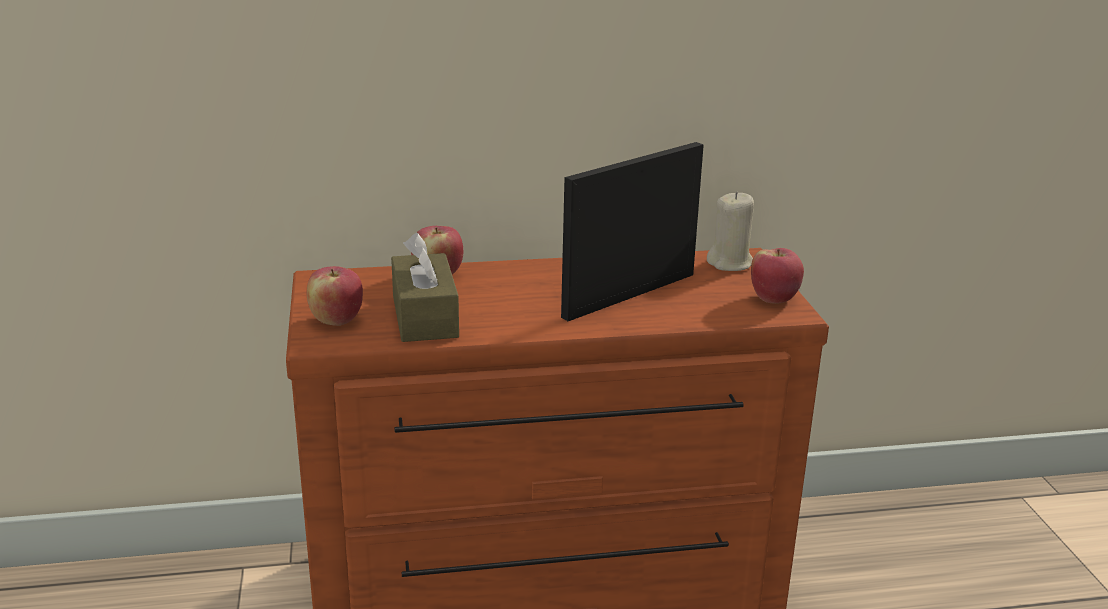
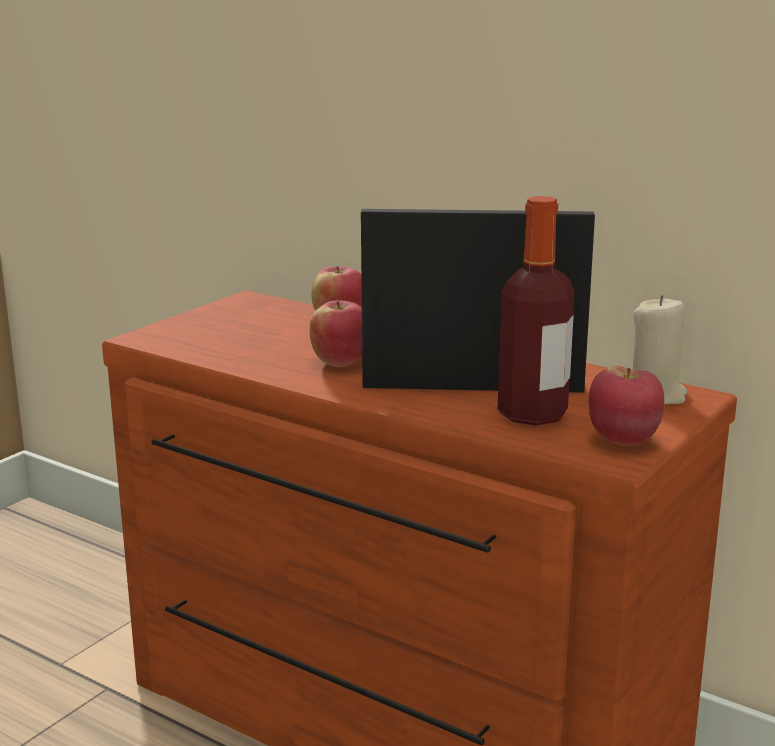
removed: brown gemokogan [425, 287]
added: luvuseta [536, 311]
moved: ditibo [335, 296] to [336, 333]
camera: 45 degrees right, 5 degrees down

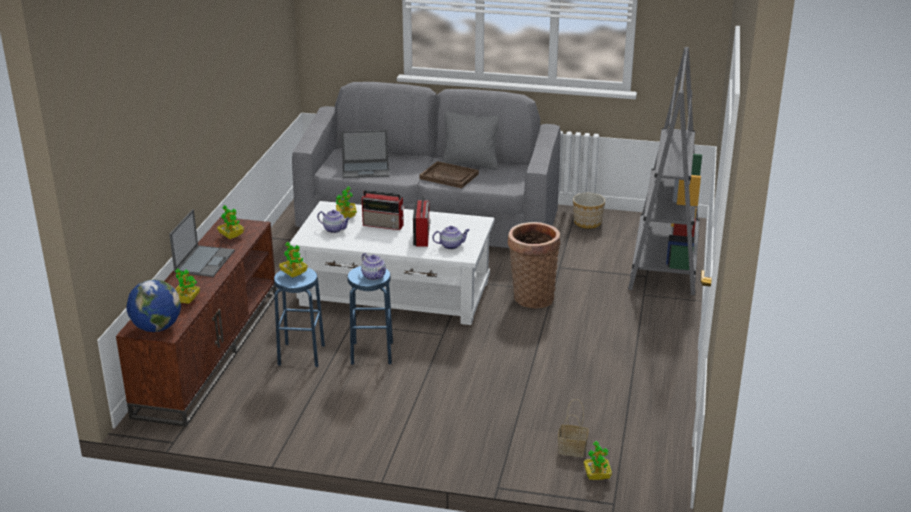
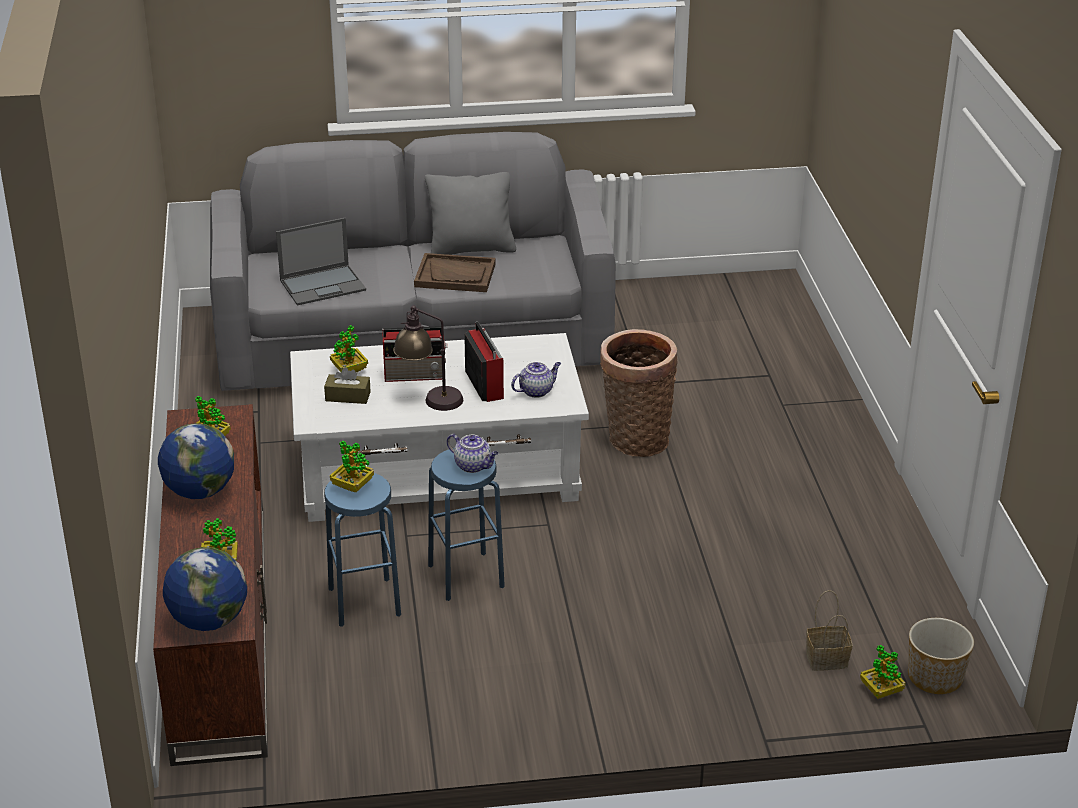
removed: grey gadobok [665, 171]
added: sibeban [428, 358]
moved: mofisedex [589, 211] to [941, 656]
replaced: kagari [202, 243] to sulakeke [196, 461]; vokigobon [333, 221] to brown gemokogan [347, 385]
camera: 20 degrees left, 5 degrees up

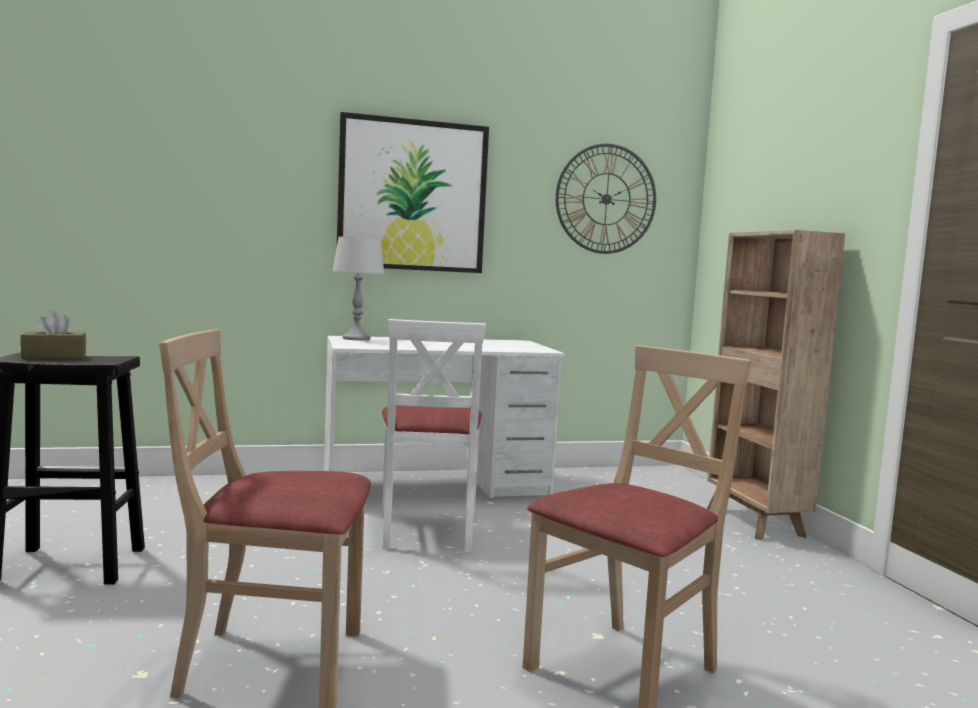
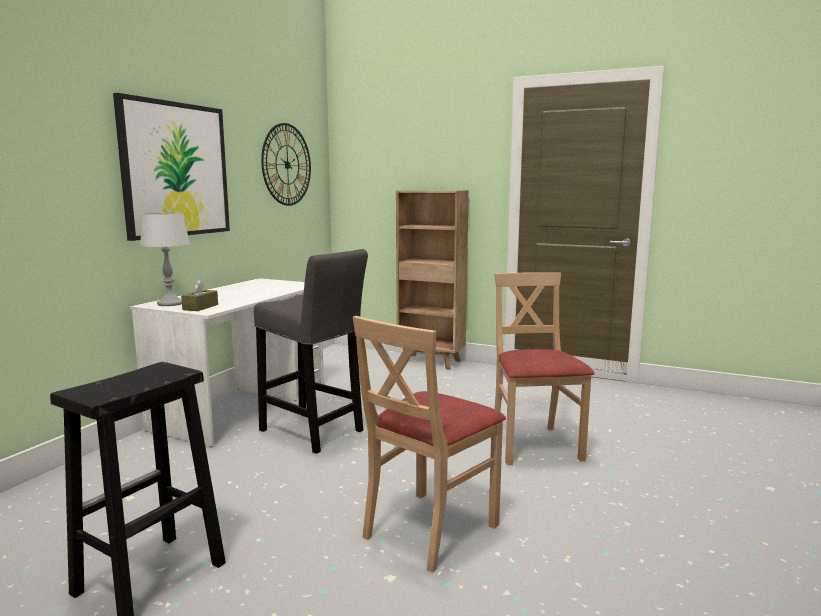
moved: brown gemokogan [53, 334] to [199, 295]
replaced: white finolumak [434, 435] to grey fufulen [311, 351]
camera: 50 degrees left, 5 degrees up

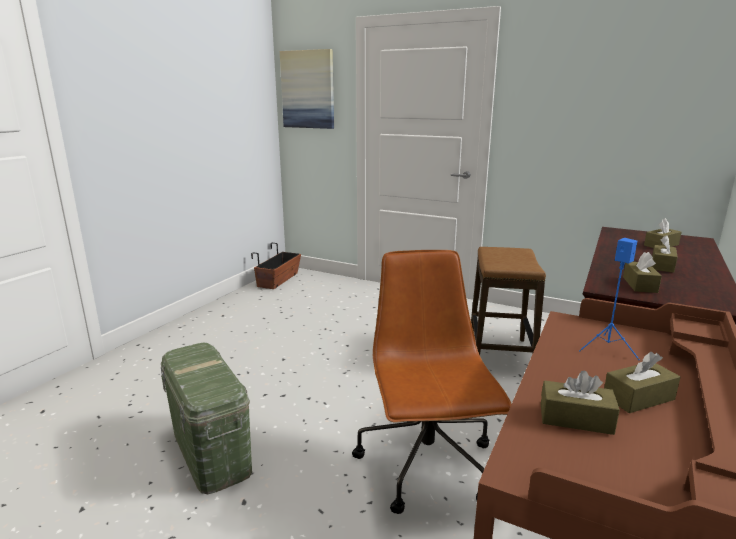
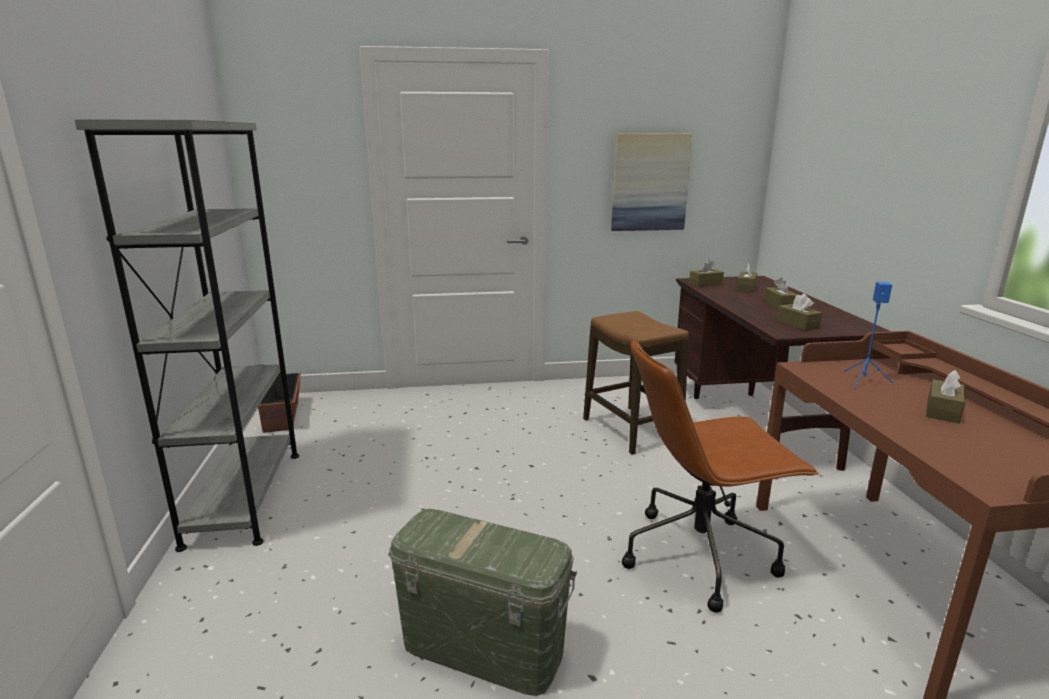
added: grey gadobok [187, 335]
moved: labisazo [307, 89] to [651, 182]; brown gemokogan [580, 402] to [706, 273]
turned: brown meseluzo [432, 382] = [720, 476] 60 degrees counterclockwise
camera: 35 degrees left, 0 degrees up

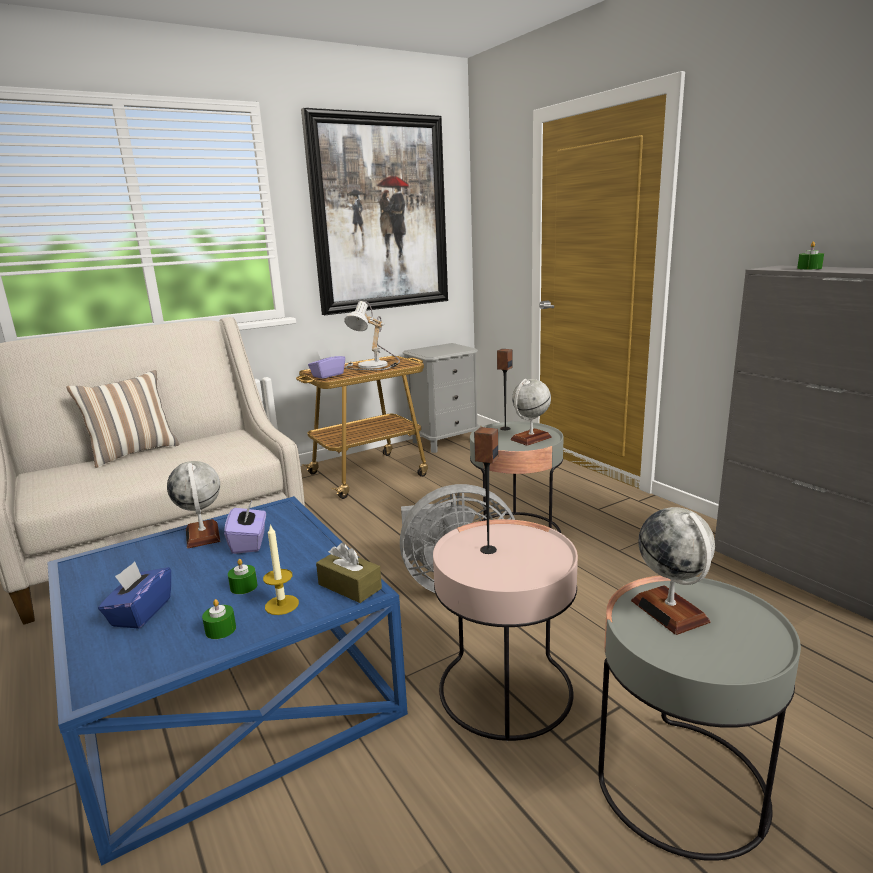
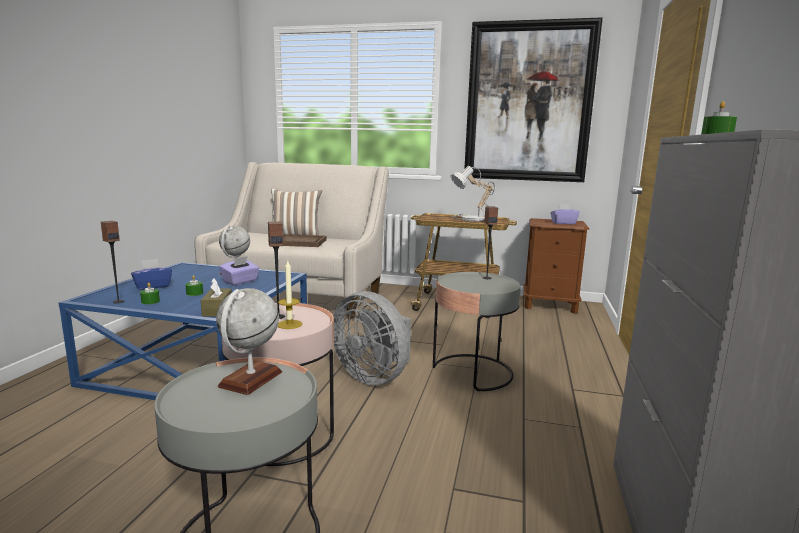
removed: sulakeke [531, 412]
added: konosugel [112, 262]; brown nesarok [305, 240]
moved: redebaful [281, 569] to [290, 295]; purple gemokogan [326, 364] to [565, 214]
recoloured: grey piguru [441, 398] to brown piguru [556, 266]
camera: 45 degrees right, 5 degrees down

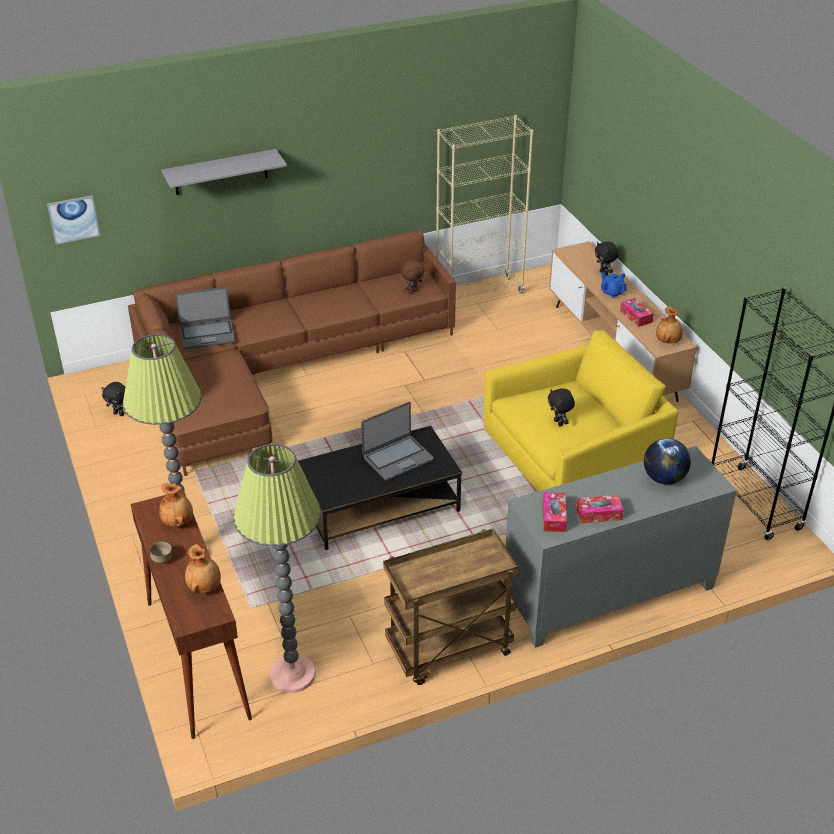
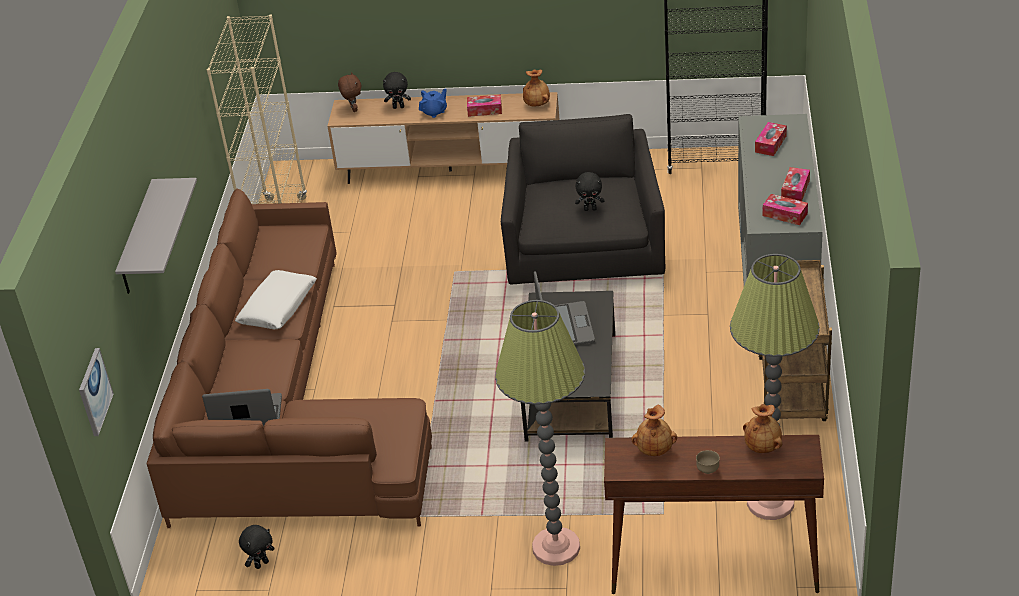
added: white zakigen [276, 299]
moved: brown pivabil [413, 277] to [349, 92]
replaced: sulakeke [667, 461] to gemokogan [771, 139]
recoloured: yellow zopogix [581, 410] to black zopogix [583, 199]
turned: kagari [205, 318] = [242, 407] 105 degrees counterclockwise; blue vokigobon [614, 285] = [433, 103] 150 degrees clockwise
camera: 60 degrees left, 0 degrees up

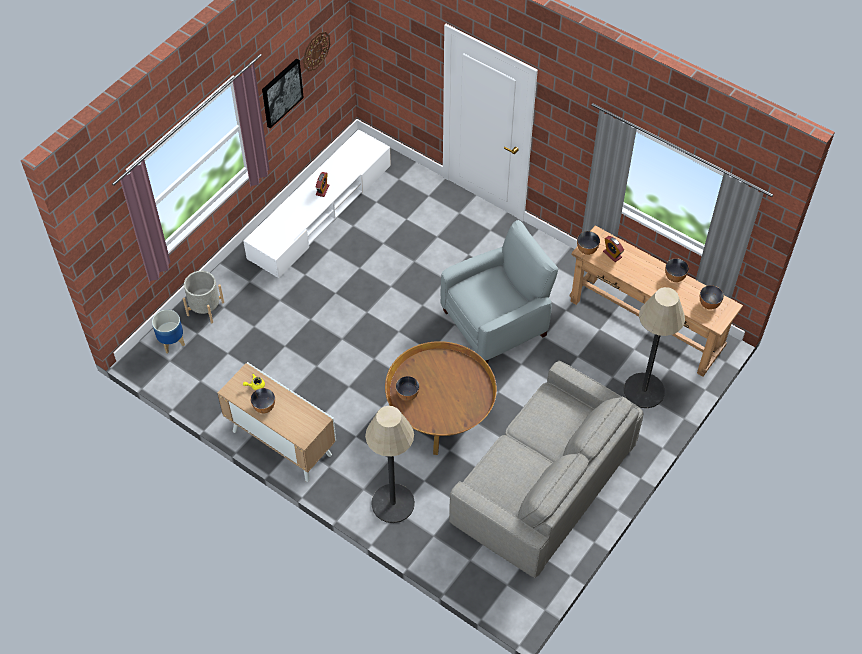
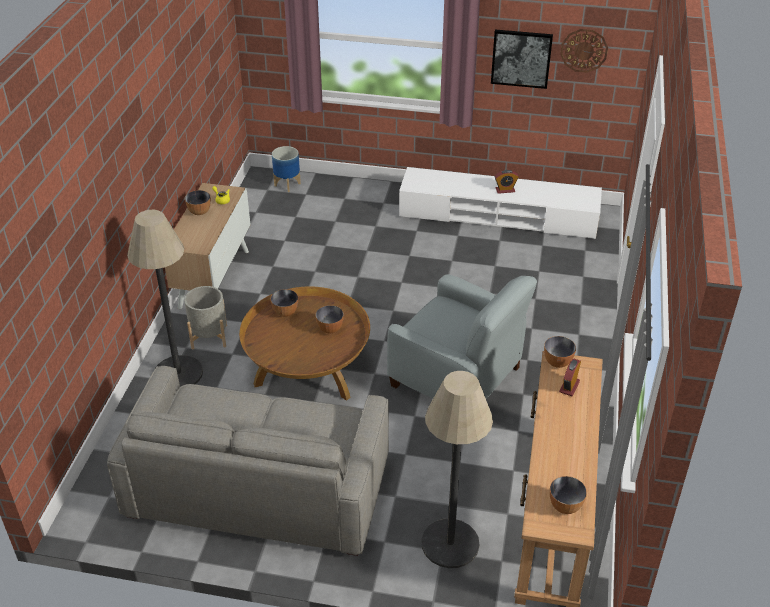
moved: grey mofisedex [203, 297] to [205, 318]; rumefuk [677, 270] to [329, 319]
camera: 65 degrees right, 15 degrees down

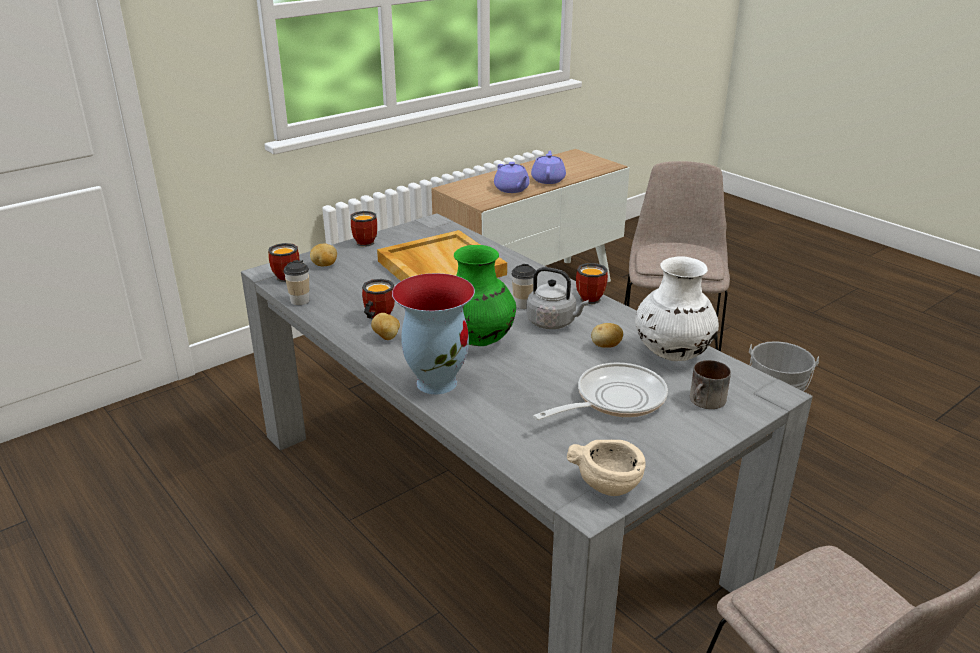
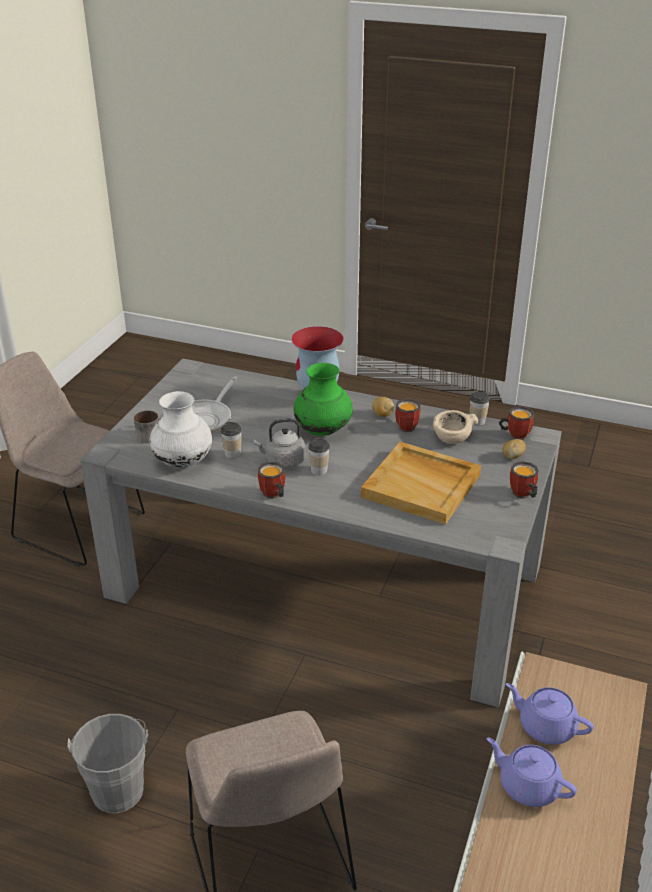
moved: beige rumefuk [606, 468] to [455, 427]
replaced: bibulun [607, 335] to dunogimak [231, 440]
turned: purple vokigobon [548, 167] = [532, 772] 150 degrees clockwise
camera: 150 degrees right, 5 degrees up

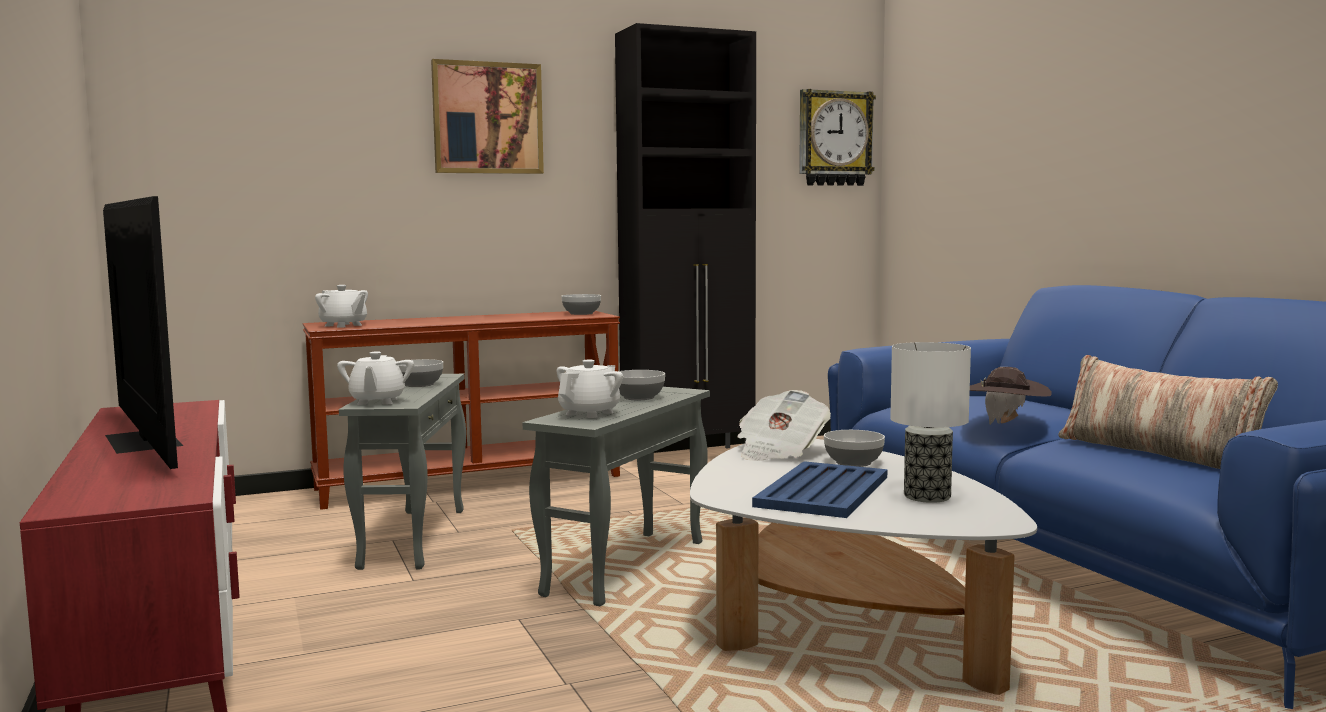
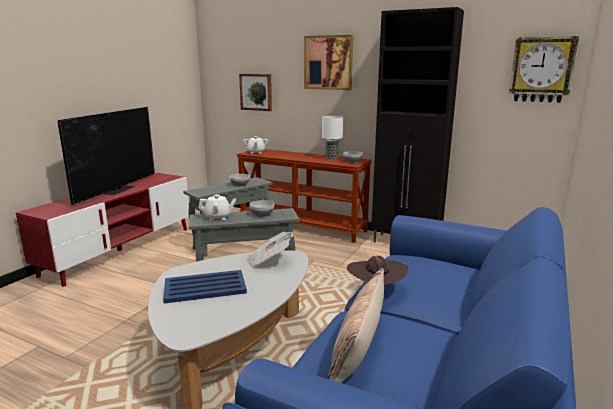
removed: white vokigobon [375, 378]; rumefuk [854, 448]
added: labisazo [255, 92]
moved: sibeban [930, 422] to [332, 138]
camera: 50 degrees right, 10 degrees up

